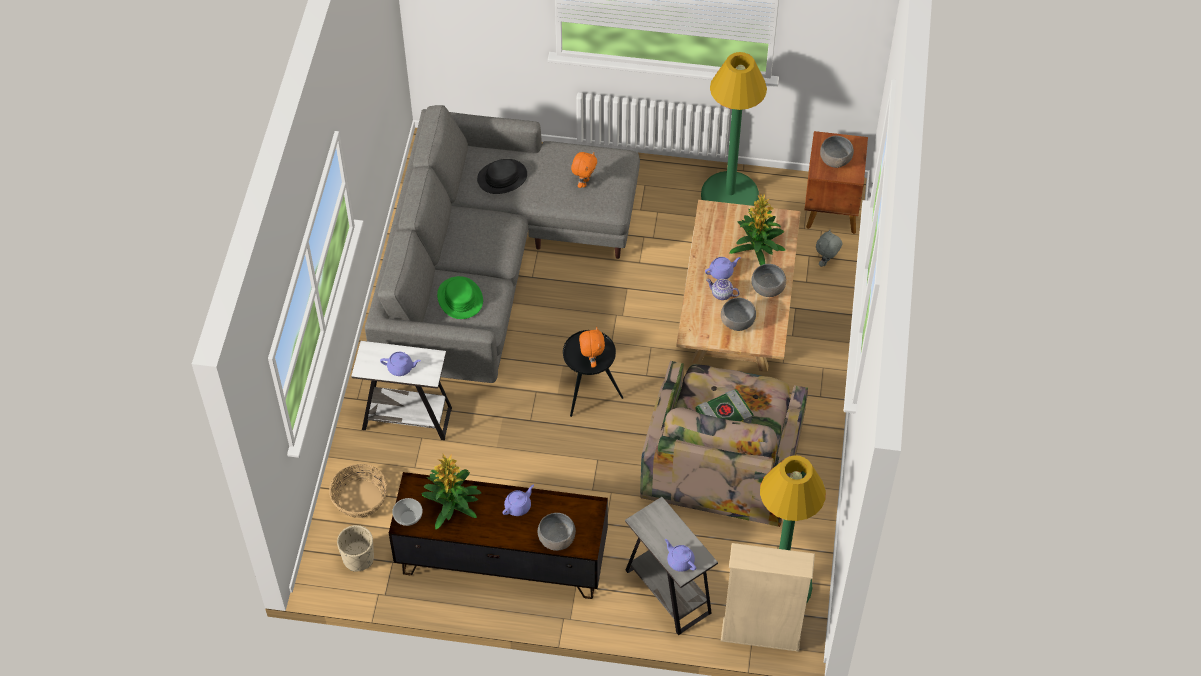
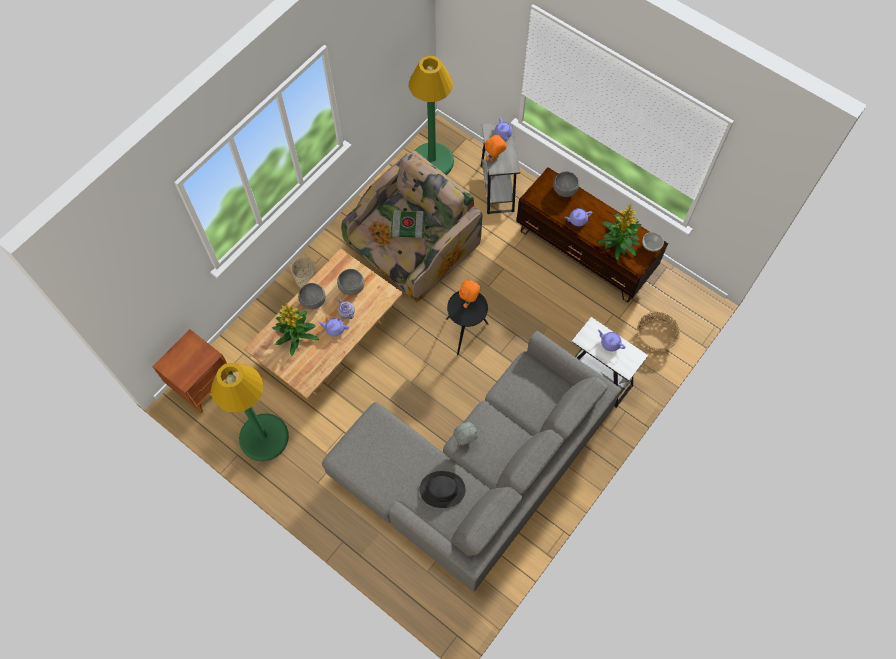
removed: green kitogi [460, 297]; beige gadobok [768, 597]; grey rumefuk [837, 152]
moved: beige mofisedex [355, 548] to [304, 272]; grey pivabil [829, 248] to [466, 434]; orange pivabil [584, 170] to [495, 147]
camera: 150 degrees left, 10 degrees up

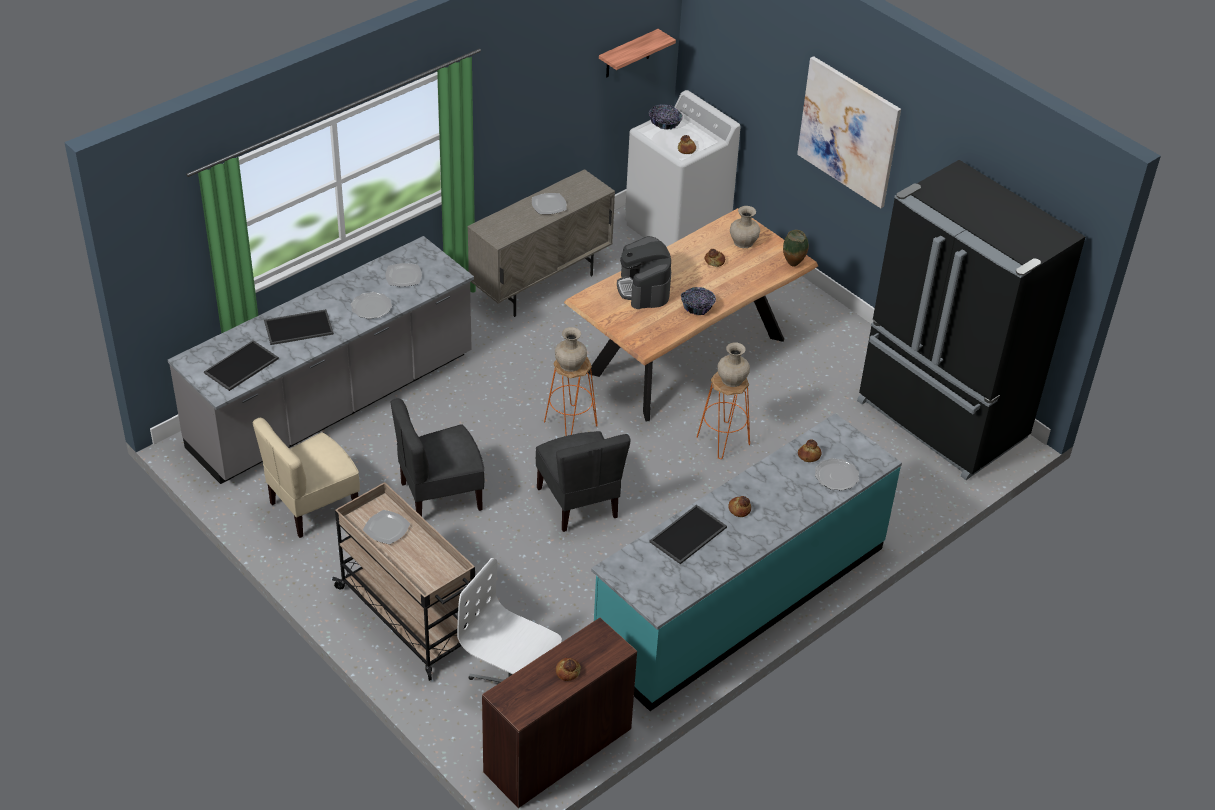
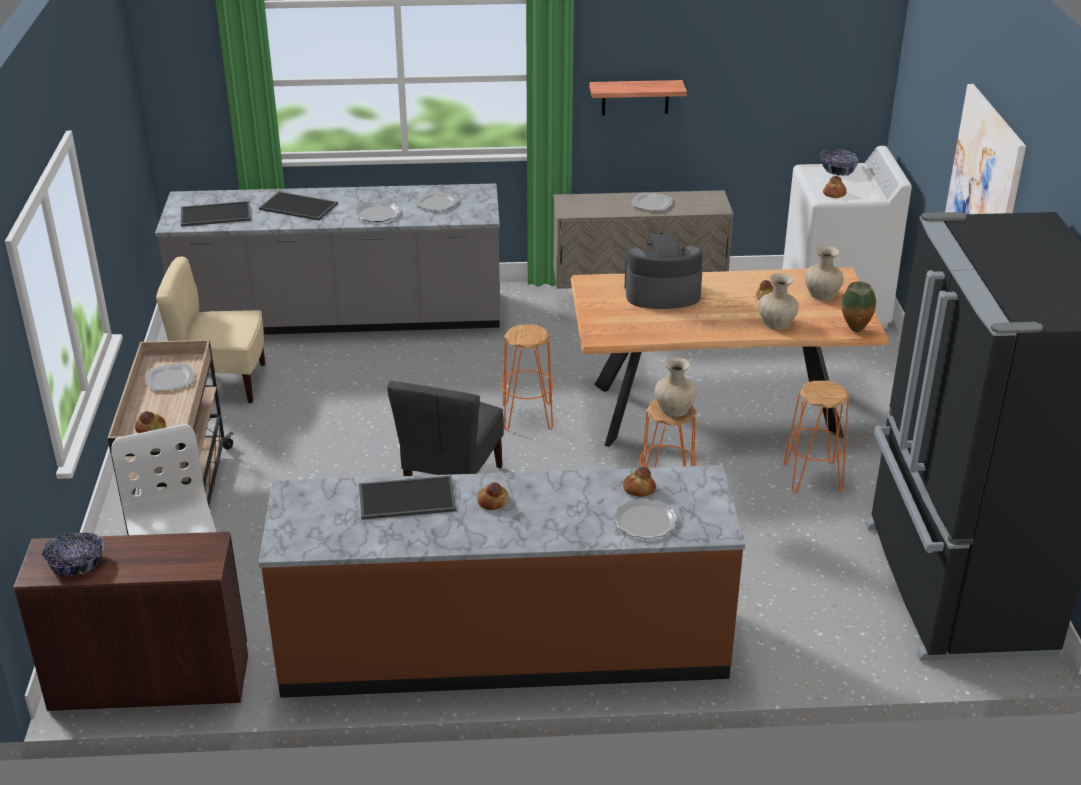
removed: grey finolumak [437, 457]
added: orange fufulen [816, 437]
moved: rumefuk [698, 301] to [73, 555]; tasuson [568, 669] to [150, 422]; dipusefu [637, 53] to [638, 97]; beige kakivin [571, 349] to [779, 301]
recoloured: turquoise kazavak [746, 562] to brown kazavak [502, 581]
turned: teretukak [644, 272] = [663, 271] 60 degrees clockwise
camera: 40 degrees right, 10 degrees down

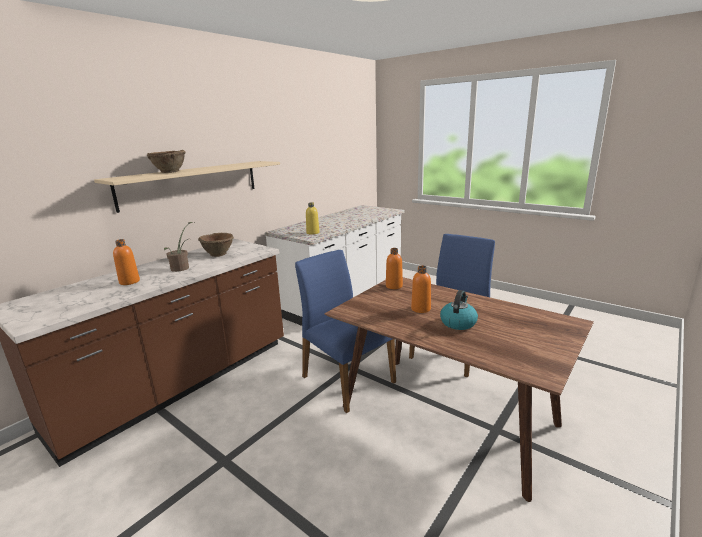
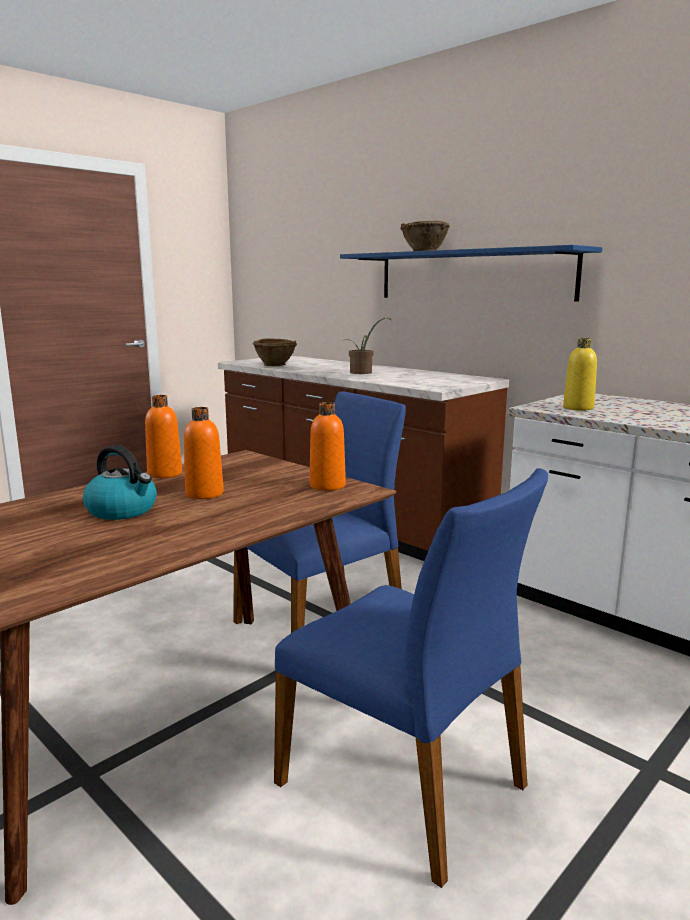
moved: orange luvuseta [126, 262] to [163, 436]; brown rumefuk [216, 245] to [275, 352]
recoloured: beige dipusefu [187, 187] to blue dipusefu [471, 273]
camera: 95 degrees right, 5 degrees down

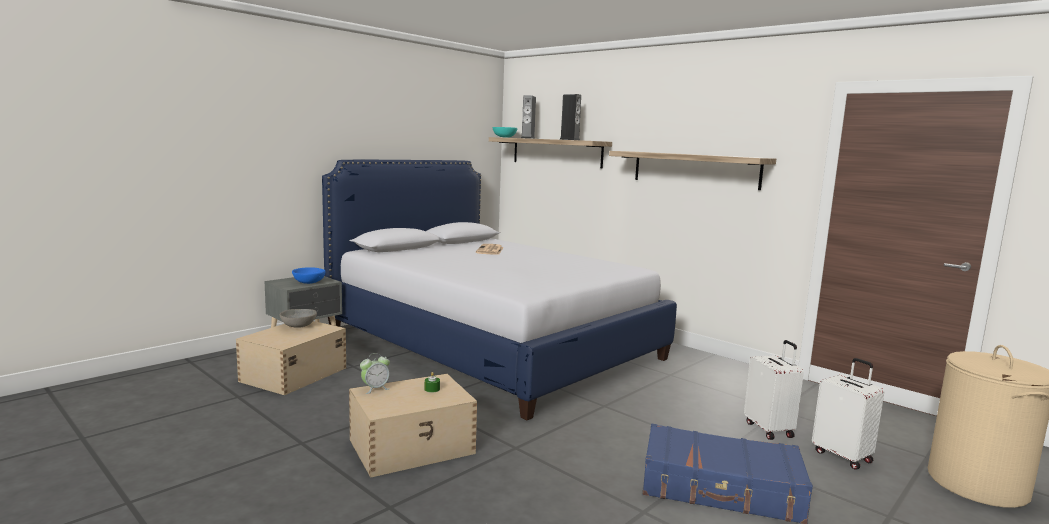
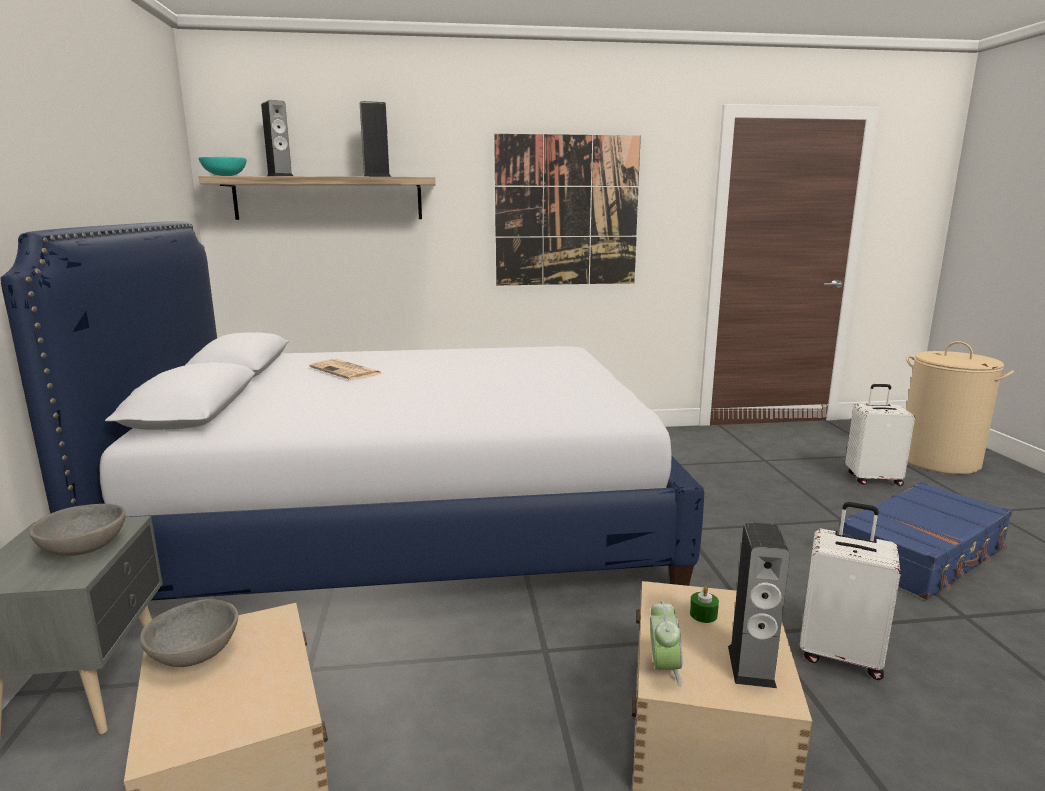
added: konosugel [759, 605]
moved: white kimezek [774, 390] to [850, 591]
replaced: dipusefu [692, 170] to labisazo [567, 209]
recoloured: blue rumefuk [309, 275] to grey rumefuk [77, 530]
camera: 50 degrees left, 5 degrees up

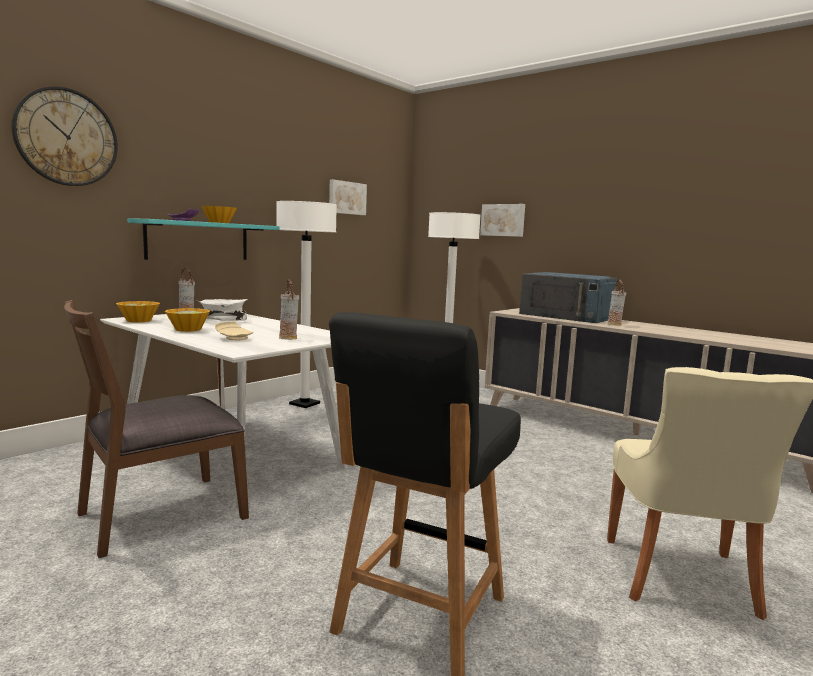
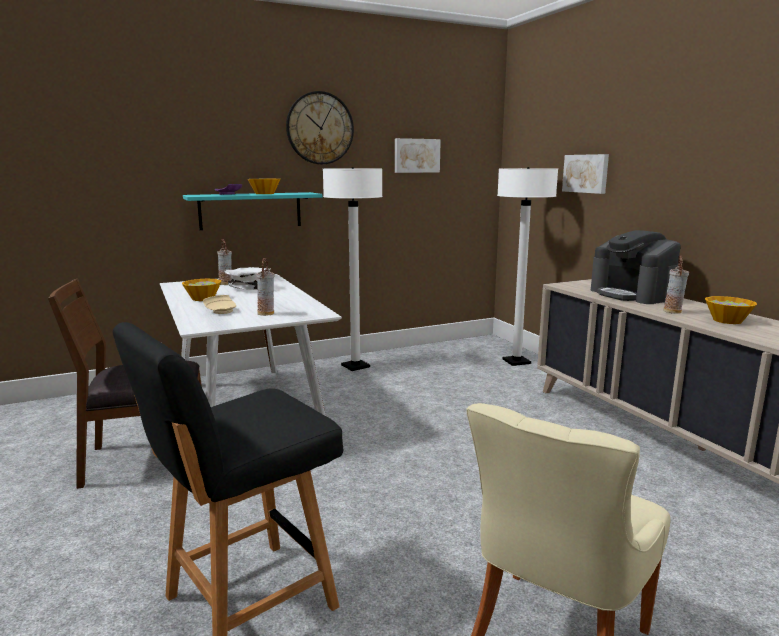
moved: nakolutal [64, 136] to [320, 127]; rumefuk [138, 311] to [731, 310]
replaced: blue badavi [568, 297] to teretukak [636, 267]
camera: 25 degrees right, 5 degrees up

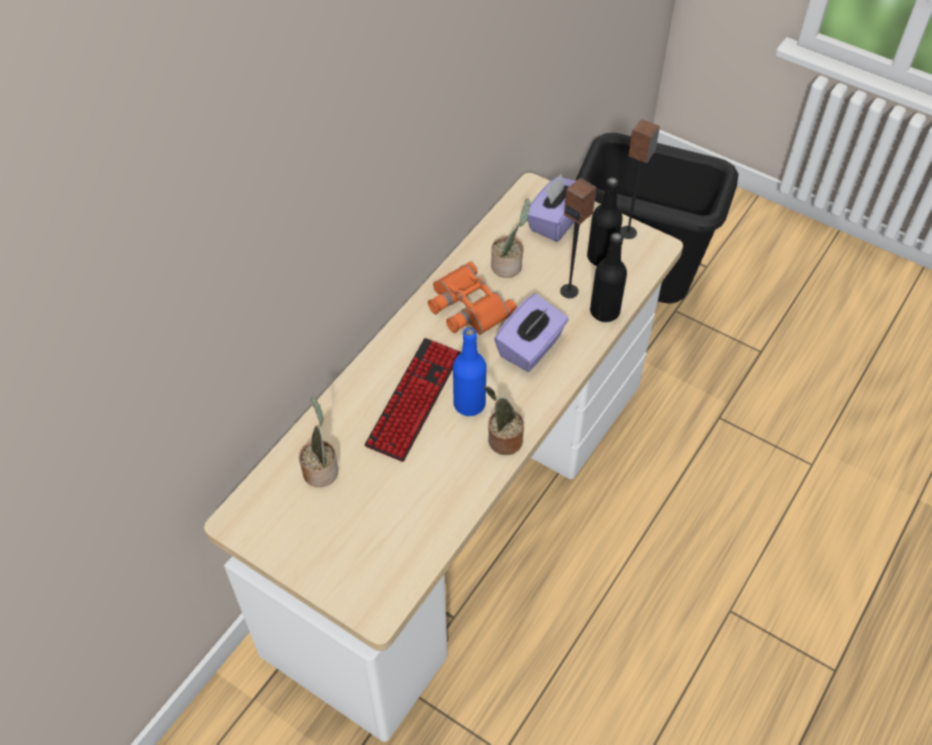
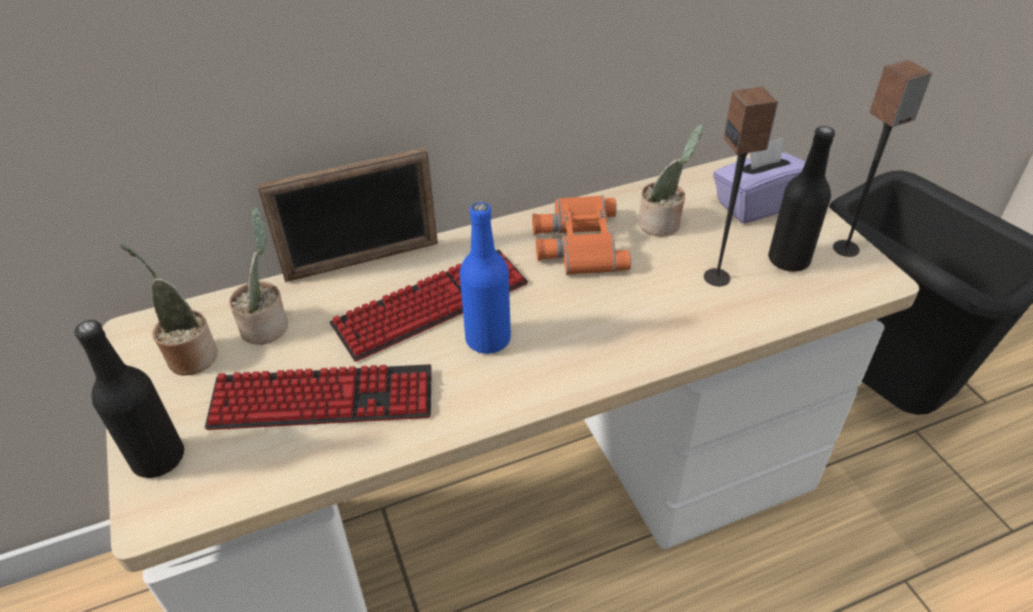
removed: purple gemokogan [531, 332]
added: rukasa [318, 397]; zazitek [347, 214]
moved: black luvuseta [608, 277] to [129, 399]; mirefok [504, 420] to [169, 309]
camera: 35 degrees right, 10 degrees down

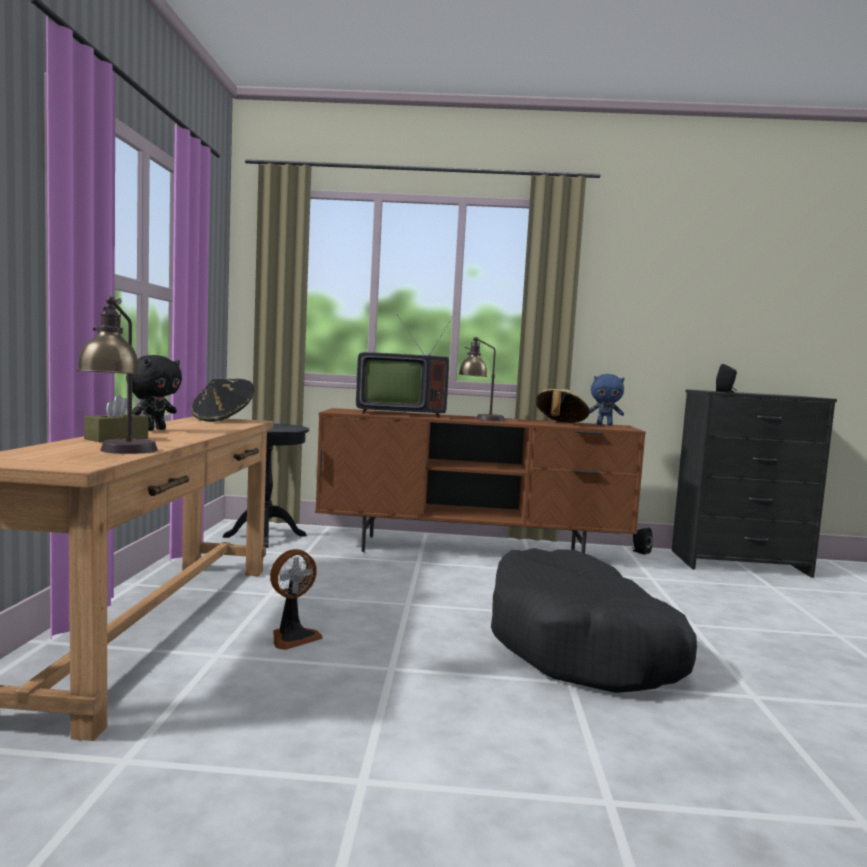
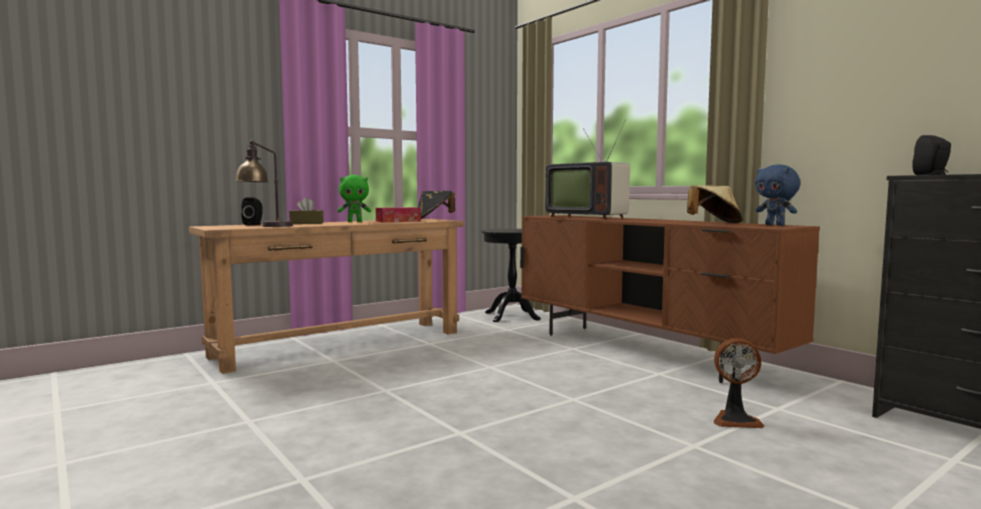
removed: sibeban [482, 379]; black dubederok [594, 620]
added: gemokogan [398, 214]
moved: black konosugel [643, 541] to [252, 211]; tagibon [296, 599] to [739, 383]
recoloured: black pivabil [154, 393] to green pivabil [354, 198]
camera: 50 degrees right, 0 degrees up

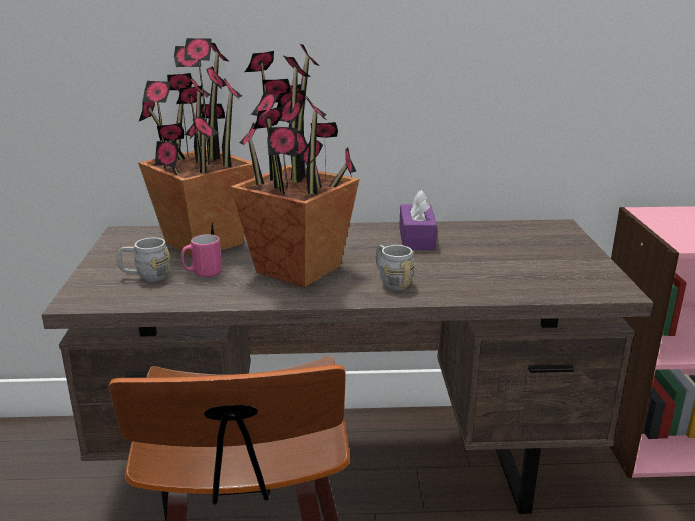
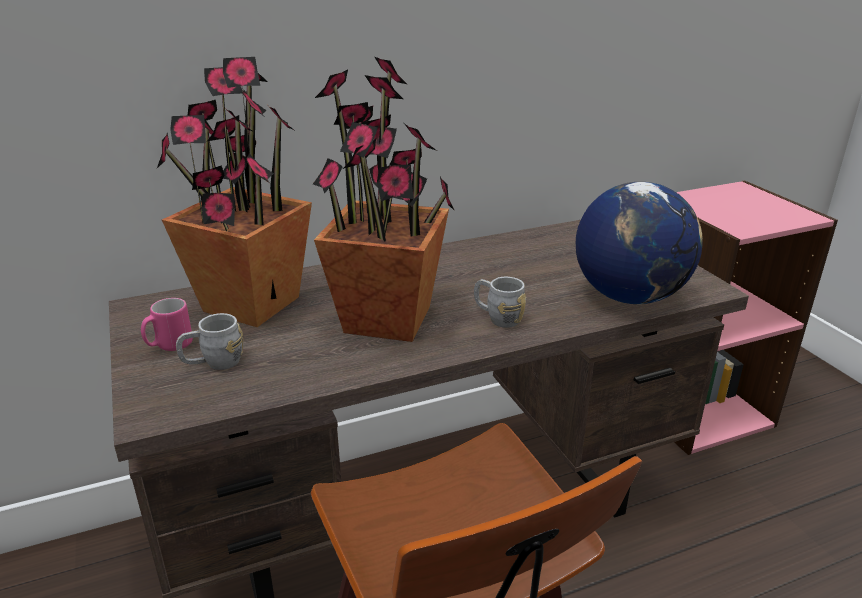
removed: purple gemokogan [418, 220]
added: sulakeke [639, 243]
moved: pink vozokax [201, 255] to [167, 324]
camera: 20 degrees left, 5 degrees up

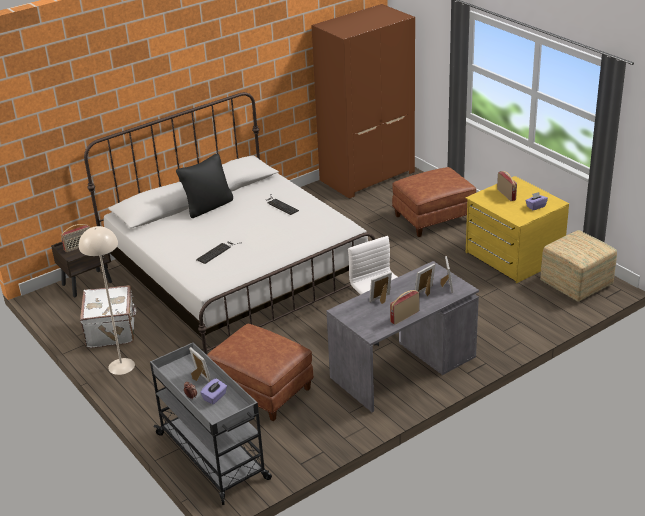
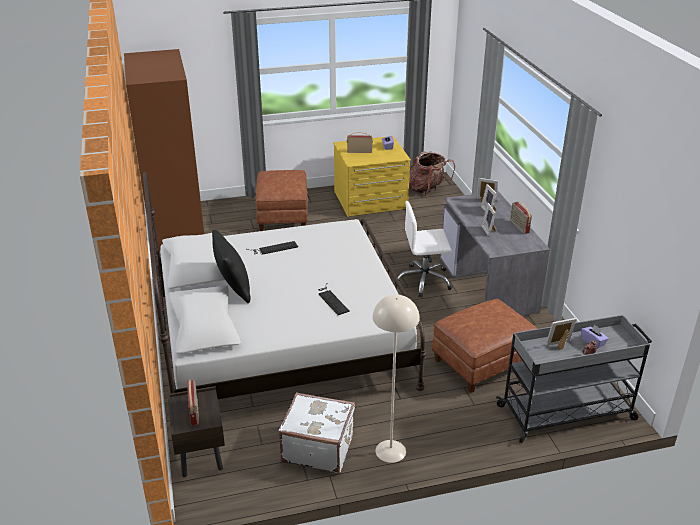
replaced: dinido [578, 266] to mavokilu [432, 173]
camera: 70 degrees left, 0 degrees up

